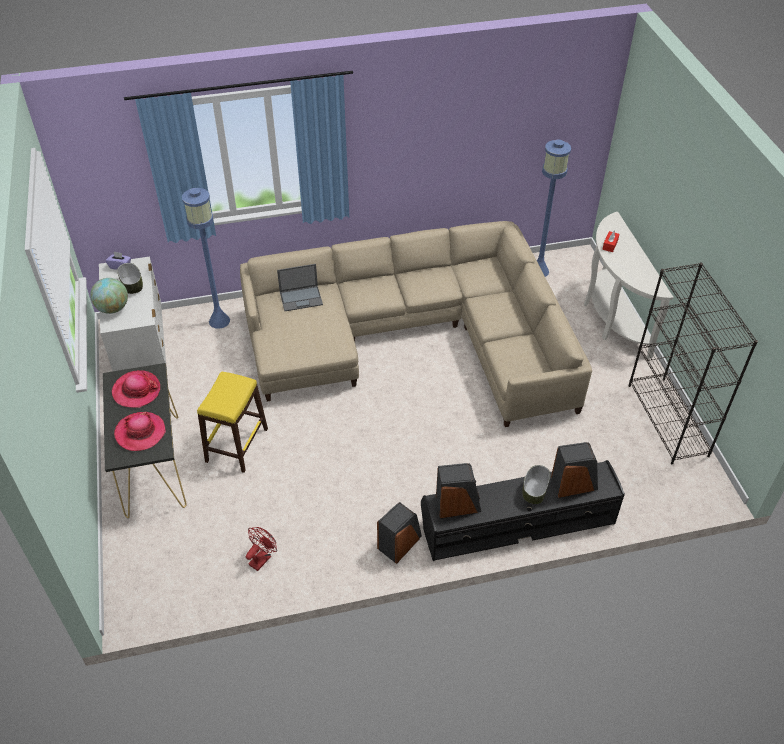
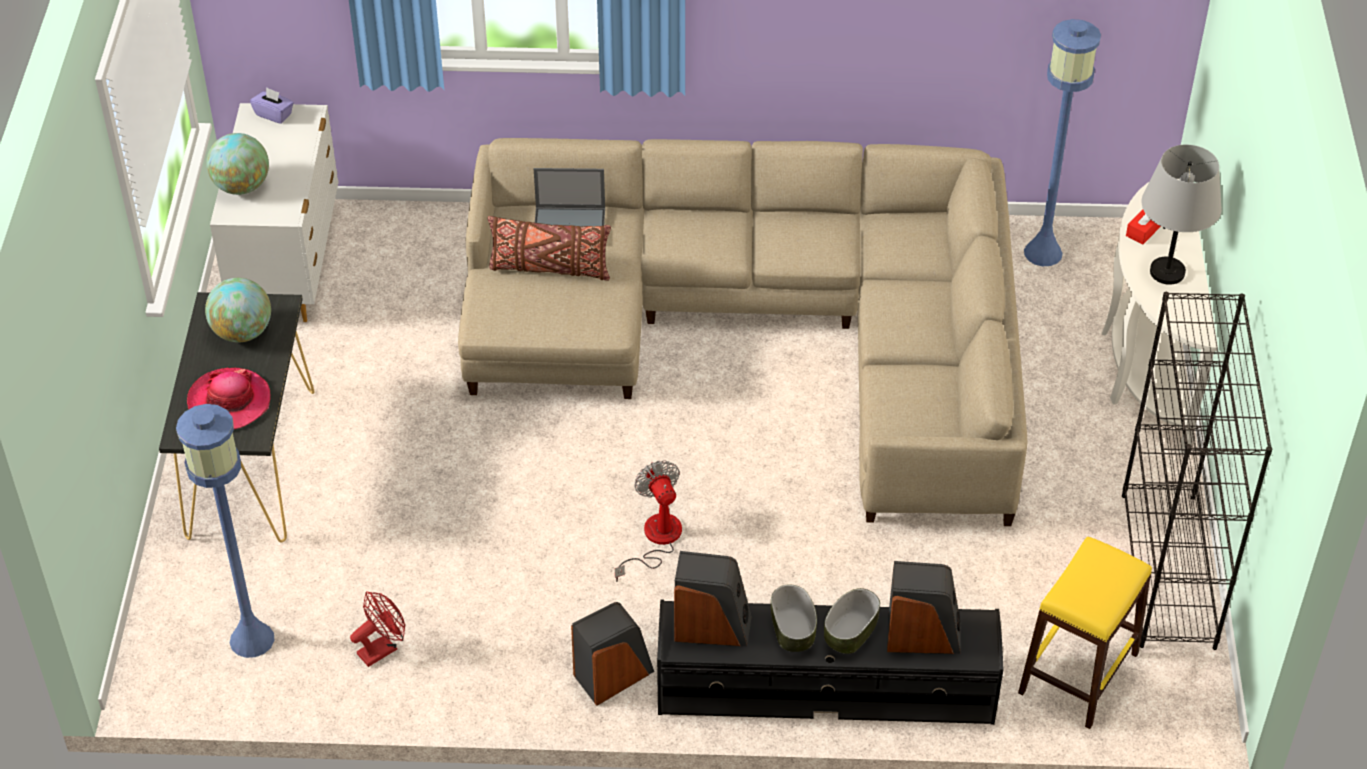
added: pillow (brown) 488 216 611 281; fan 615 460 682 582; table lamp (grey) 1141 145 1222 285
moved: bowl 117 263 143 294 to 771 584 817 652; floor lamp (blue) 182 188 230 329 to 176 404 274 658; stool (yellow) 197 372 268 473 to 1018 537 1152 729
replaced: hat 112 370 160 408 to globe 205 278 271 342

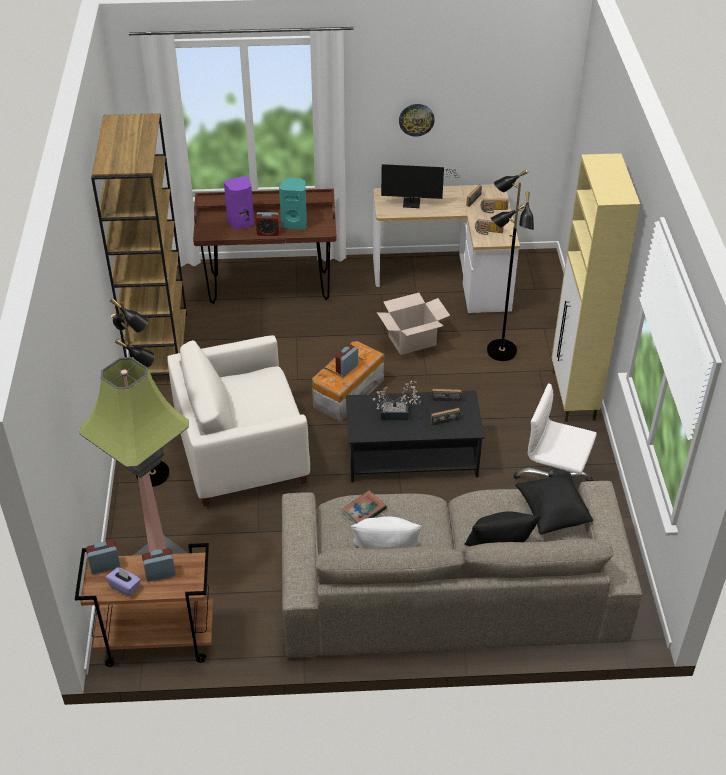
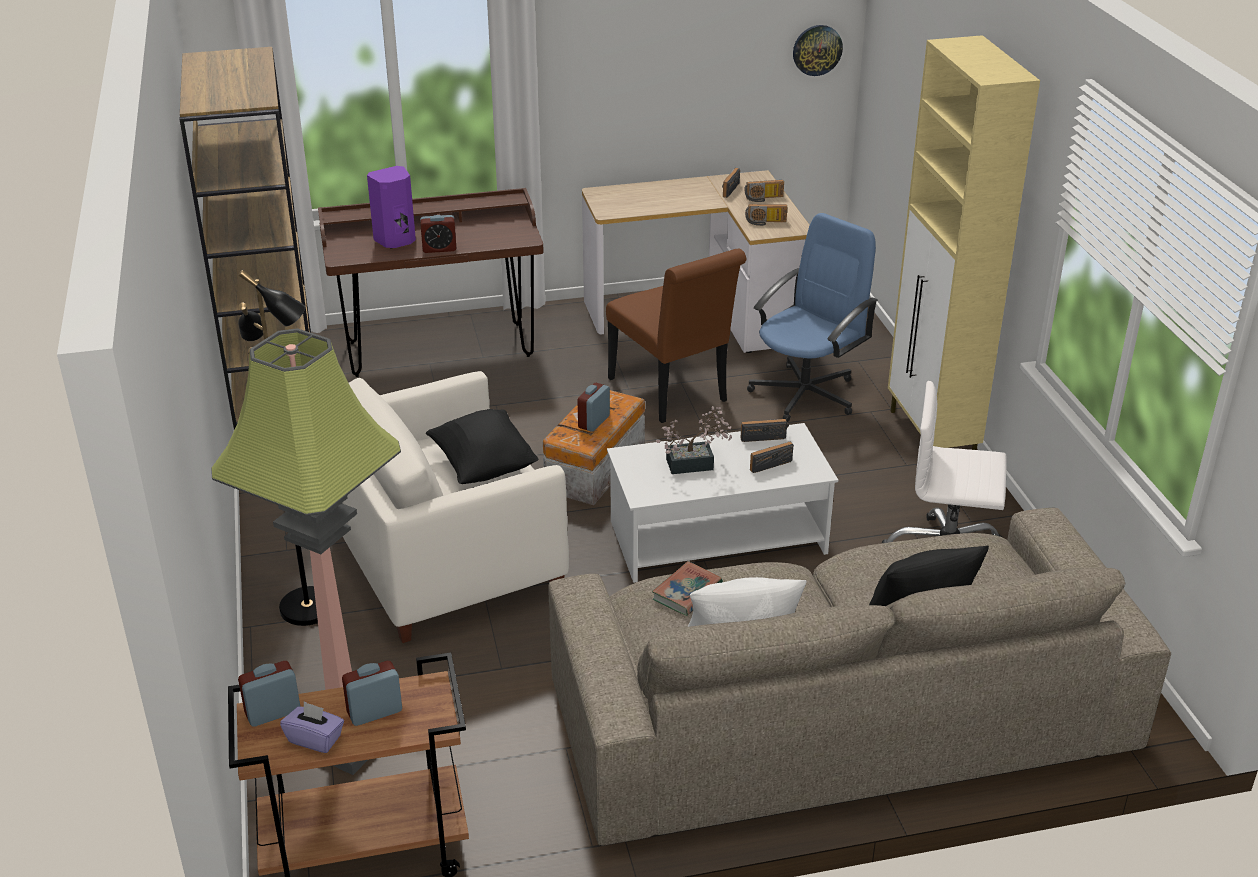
removed: speaker (turquoise) 279 178 307 230; monitor 381 164 455 208
moved: wall clock 399 104 435 137 to 793 25 843 76; pillow (black) 515 472 593 534 to 426 409 539 484
replaced: cardboard box 377 293 450 355 to chair (brown) 606 249 746 423; floor lamp (black) 487 169 534 361 to office chair (blue) 747 213 878 422
recoloured: coffee table (black) 346 390 485 482 to coffee table (white) 607 423 838 583

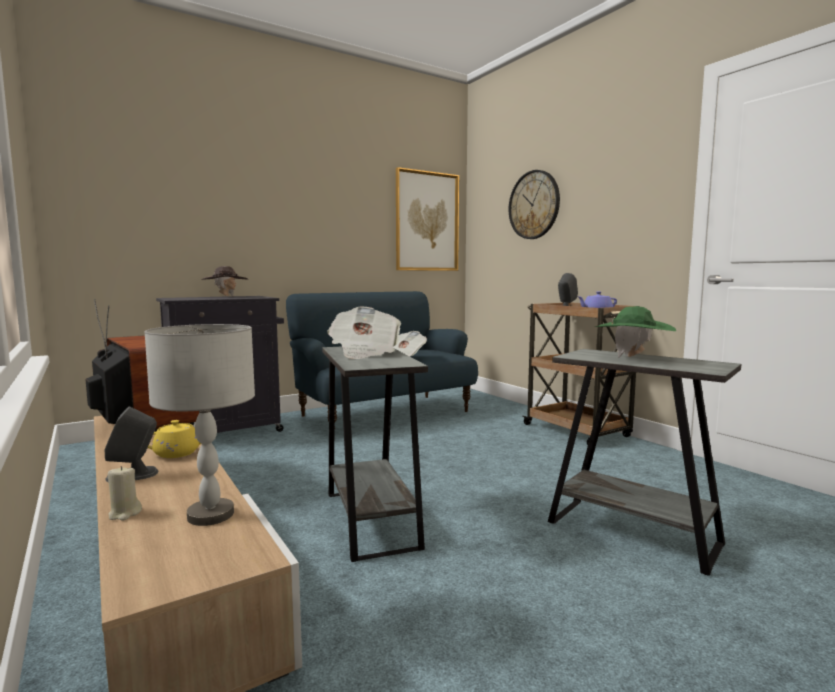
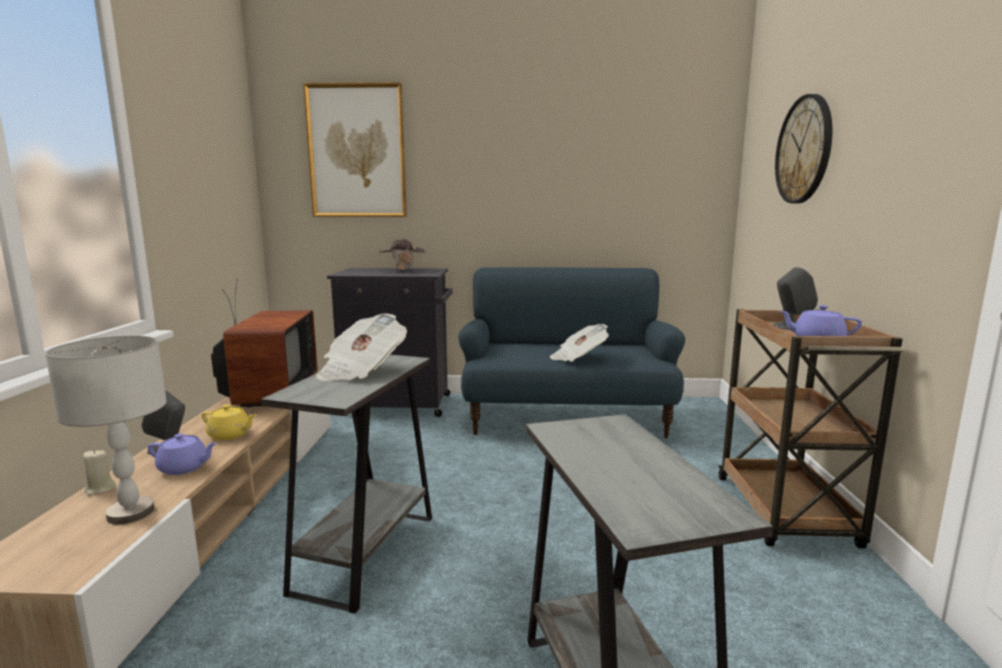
removed: hat (green) 595 306 676 358
added: teapot (purple) 148 433 217 475
moved: picture 396 167 459 271 to 303 82 407 217

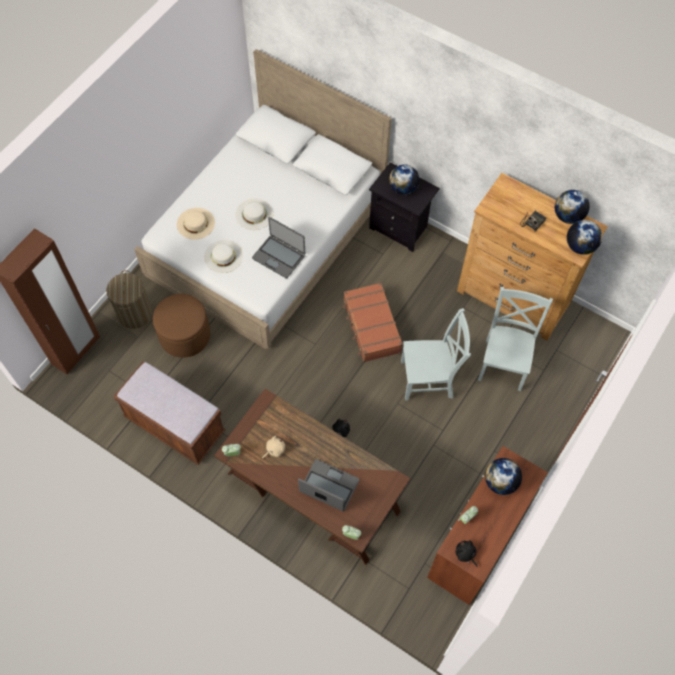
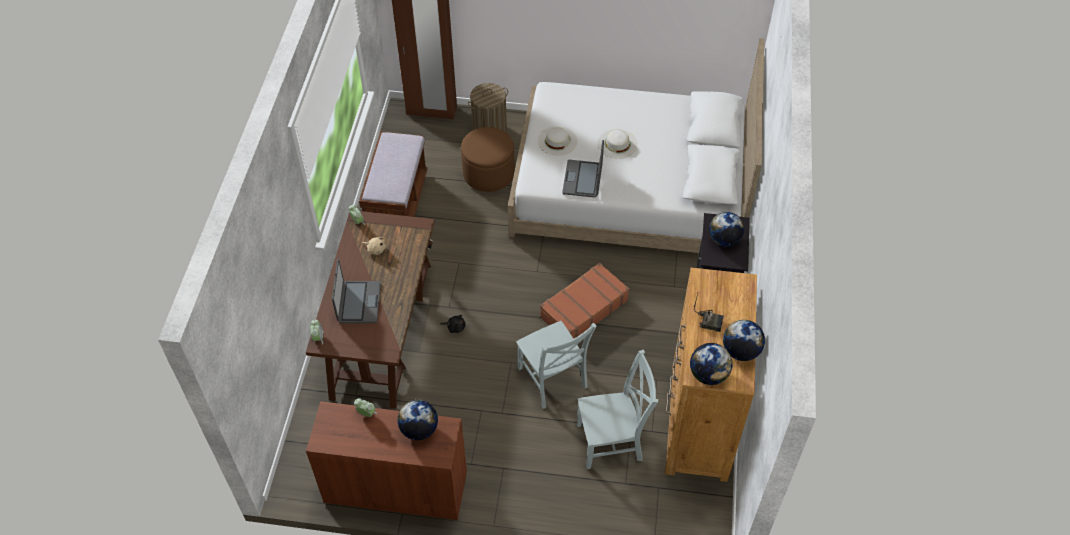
removed: hat (beige) 177 208 215 240; plush toy (black) 455 540 478 567

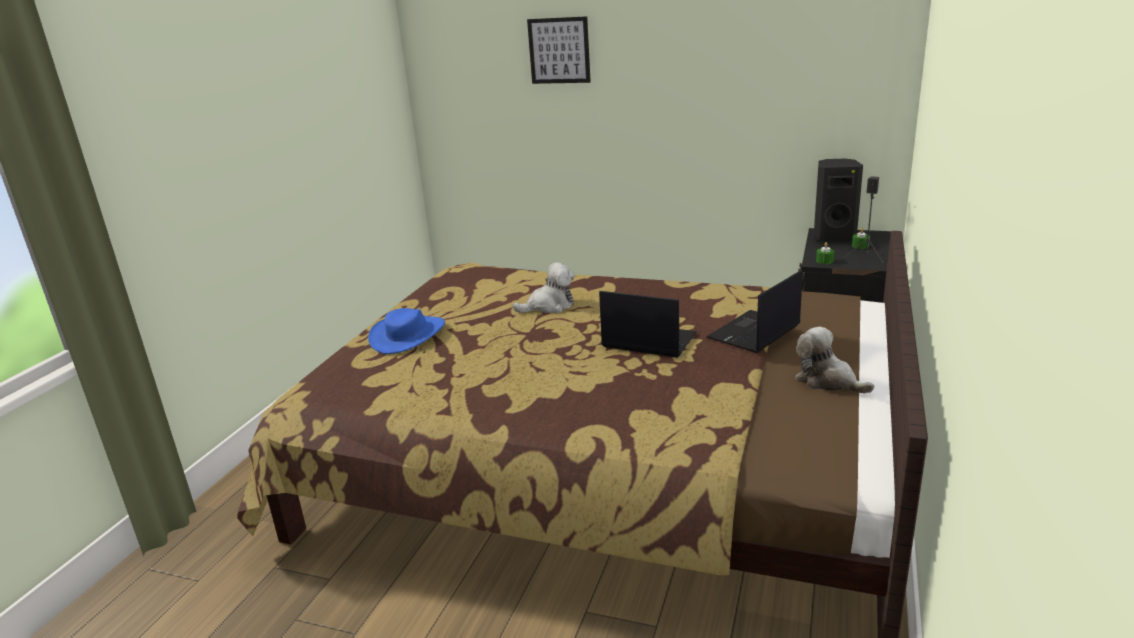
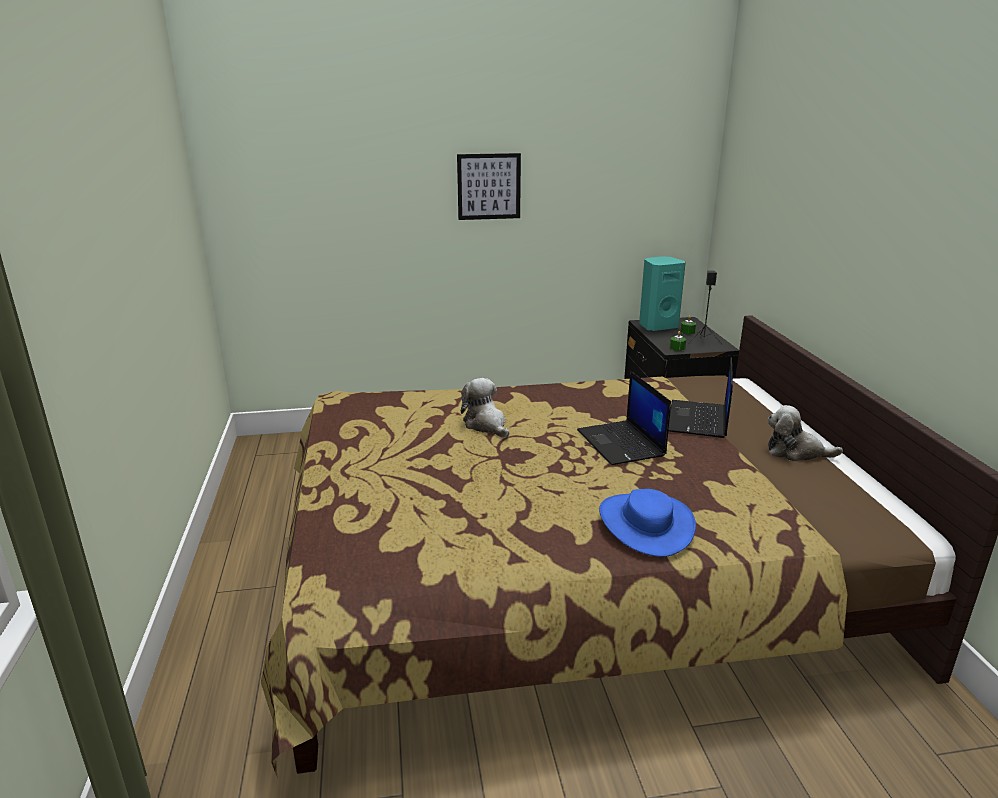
moved: hat (blue) 368 308 445 354 to 599 489 696 557; picture 527 16 591 84 to 457 153 521 220
recoloured: speaker (black) 814 159 863 241 to speaker (turquoise) 639 256 686 331
turned: plush toy 512 262 575 313 = 461 378 509 438 75 degrees counterclockwise; laptop 599 291 697 358 = 577 371 671 465 105 degrees counterclockwise

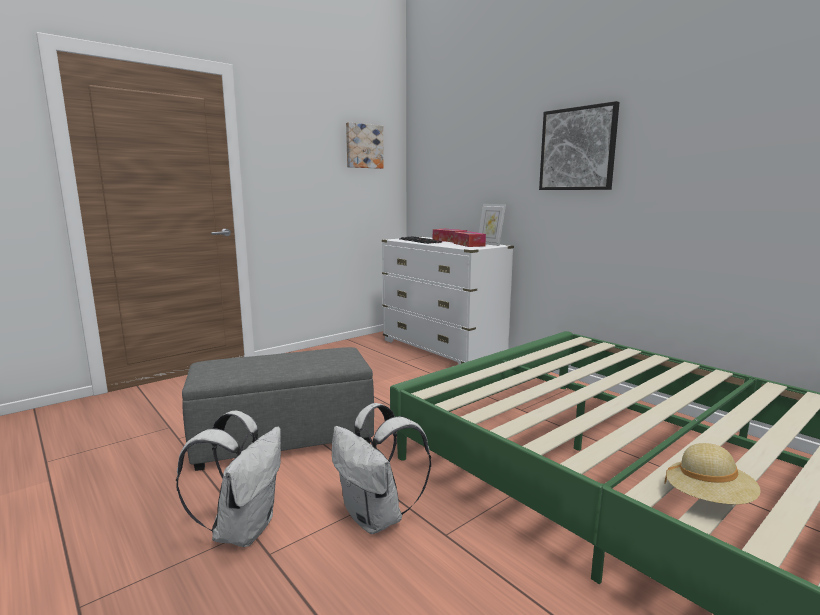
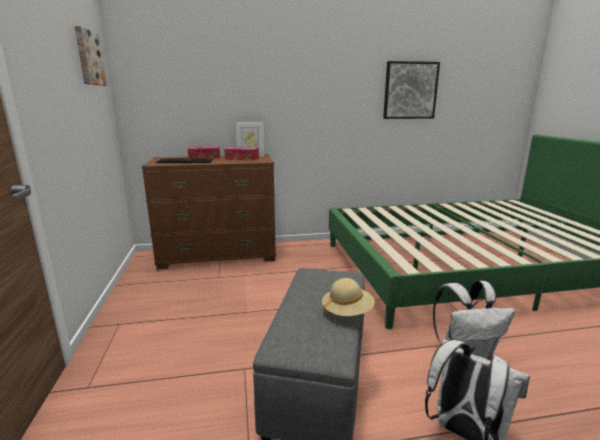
moved: picture 539 101 620 190 to 383 61 440 119; hat (beige) 664 443 761 505 to 322 278 375 317
recoloured: dresser (white) 382 237 514 364 to dresser (brown) 142 155 276 270

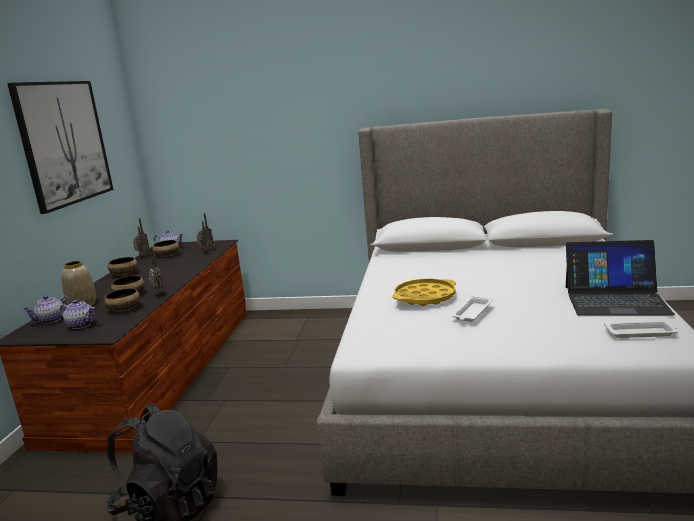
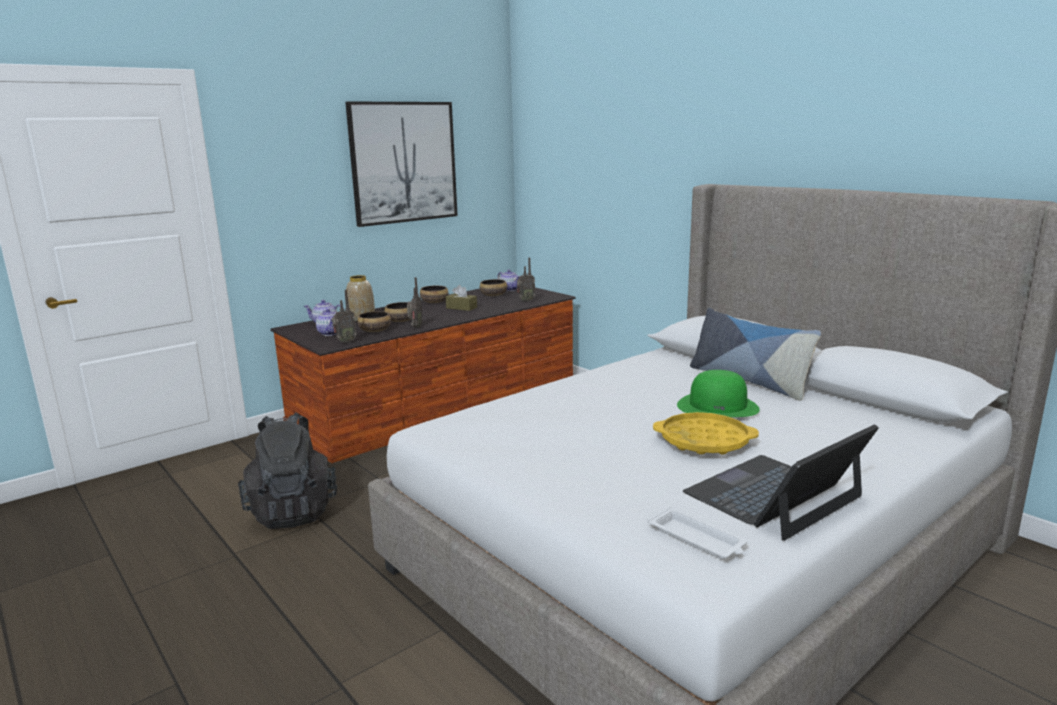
removed: tray (white) 452 296 493 322
added: tissue box (brown) 446 285 477 311; hat (green) 677 370 760 417; pillow 690 308 821 401
moved: radio 133 218 150 257 to 332 290 357 343; tray (yellow) 392 279 456 306 to 653 412 759 454
turned: laptop 566 240 675 316 = 683 424 879 541 90 degrees clockwise

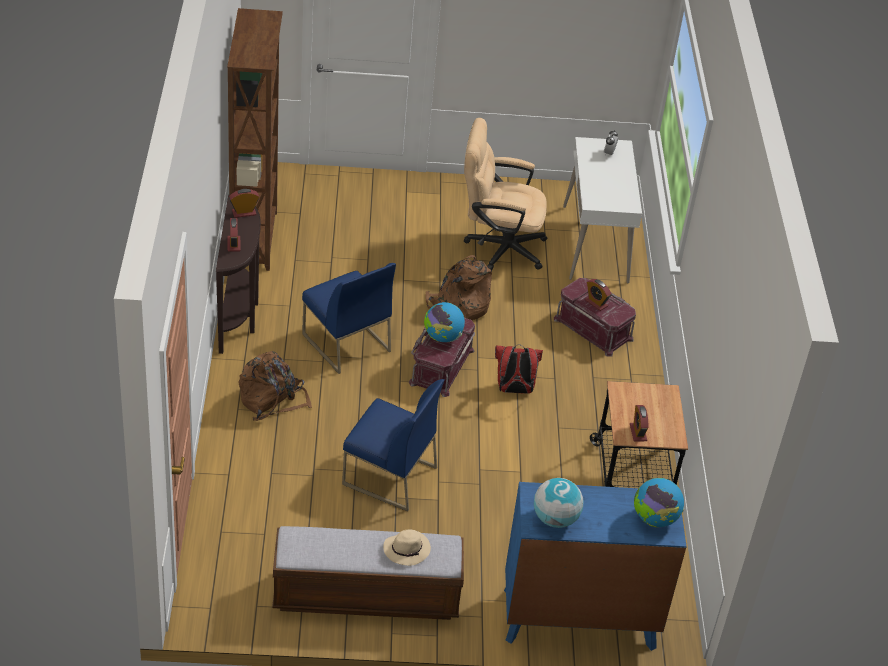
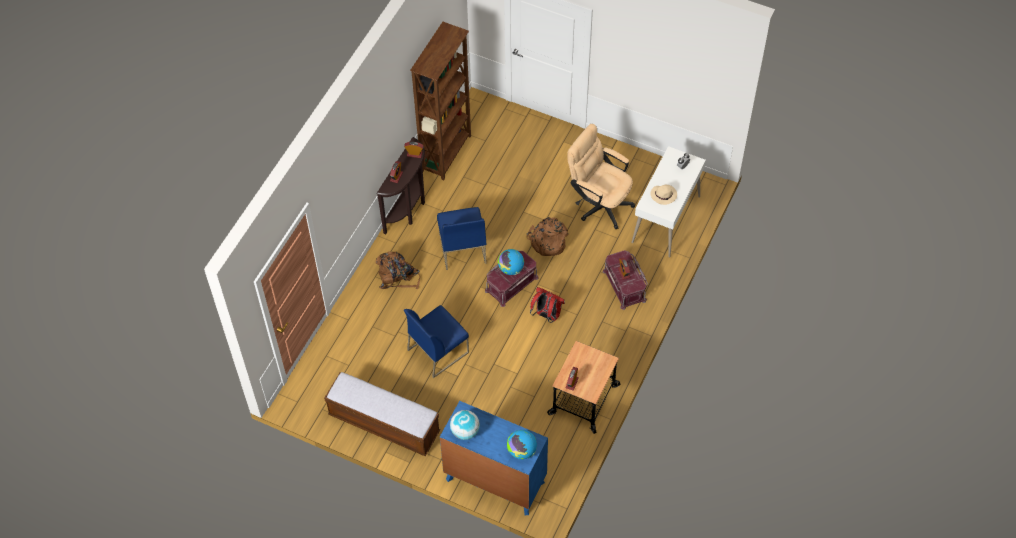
moved: hat (beige) 383 529 431 566 to 650 185 677 205
turned: chair (blue) 342 379 444 511 = 404 305 469 378 90 degrees clockwise

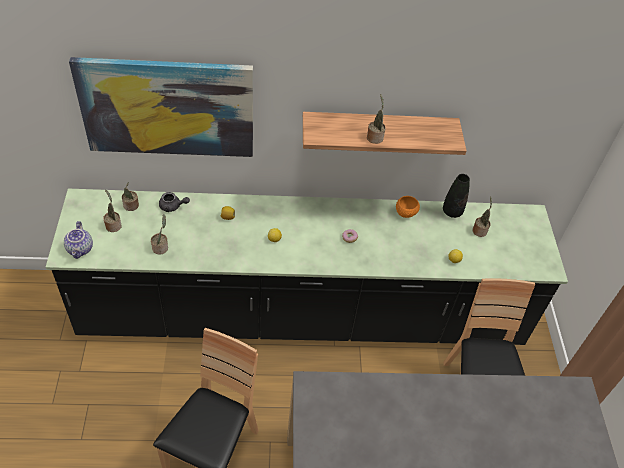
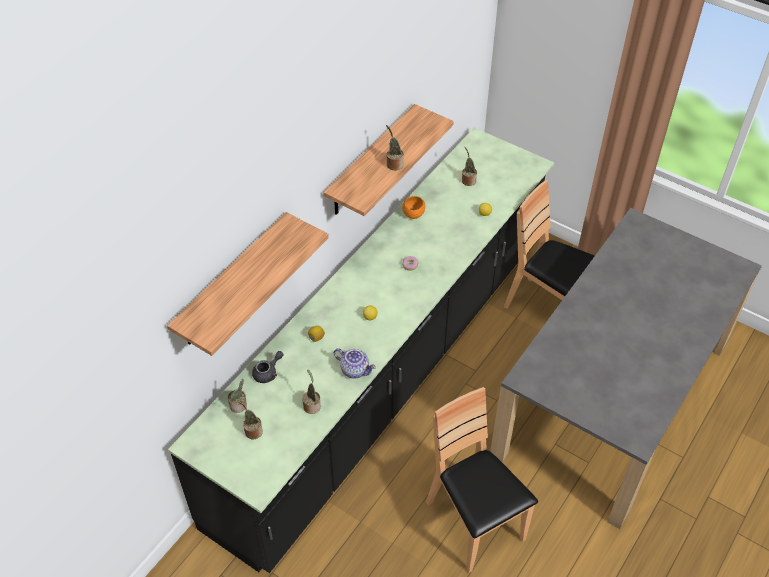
removed: vase (black) 443 174 470 218
moved: teapot 64 221 93 259 to 334 348 376 378
replaced: picture 69 57 253 157 to shelf 167 212 329 356

